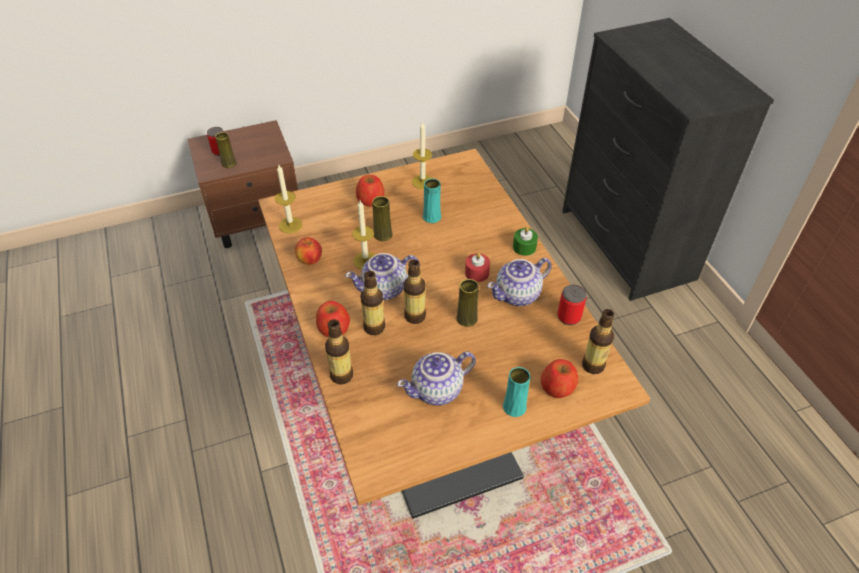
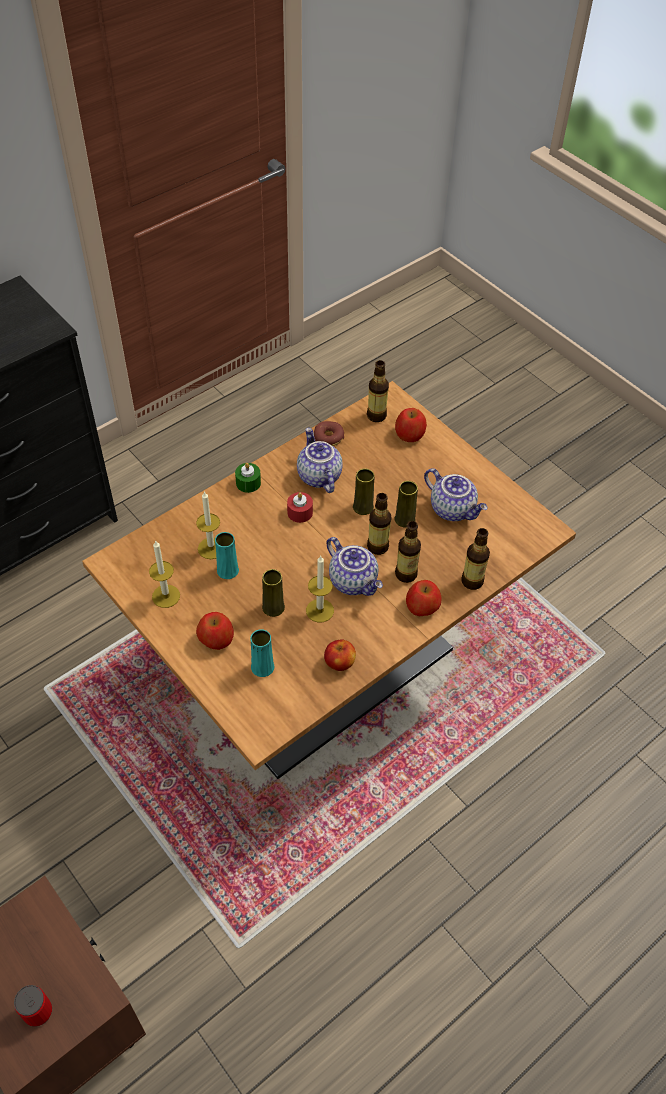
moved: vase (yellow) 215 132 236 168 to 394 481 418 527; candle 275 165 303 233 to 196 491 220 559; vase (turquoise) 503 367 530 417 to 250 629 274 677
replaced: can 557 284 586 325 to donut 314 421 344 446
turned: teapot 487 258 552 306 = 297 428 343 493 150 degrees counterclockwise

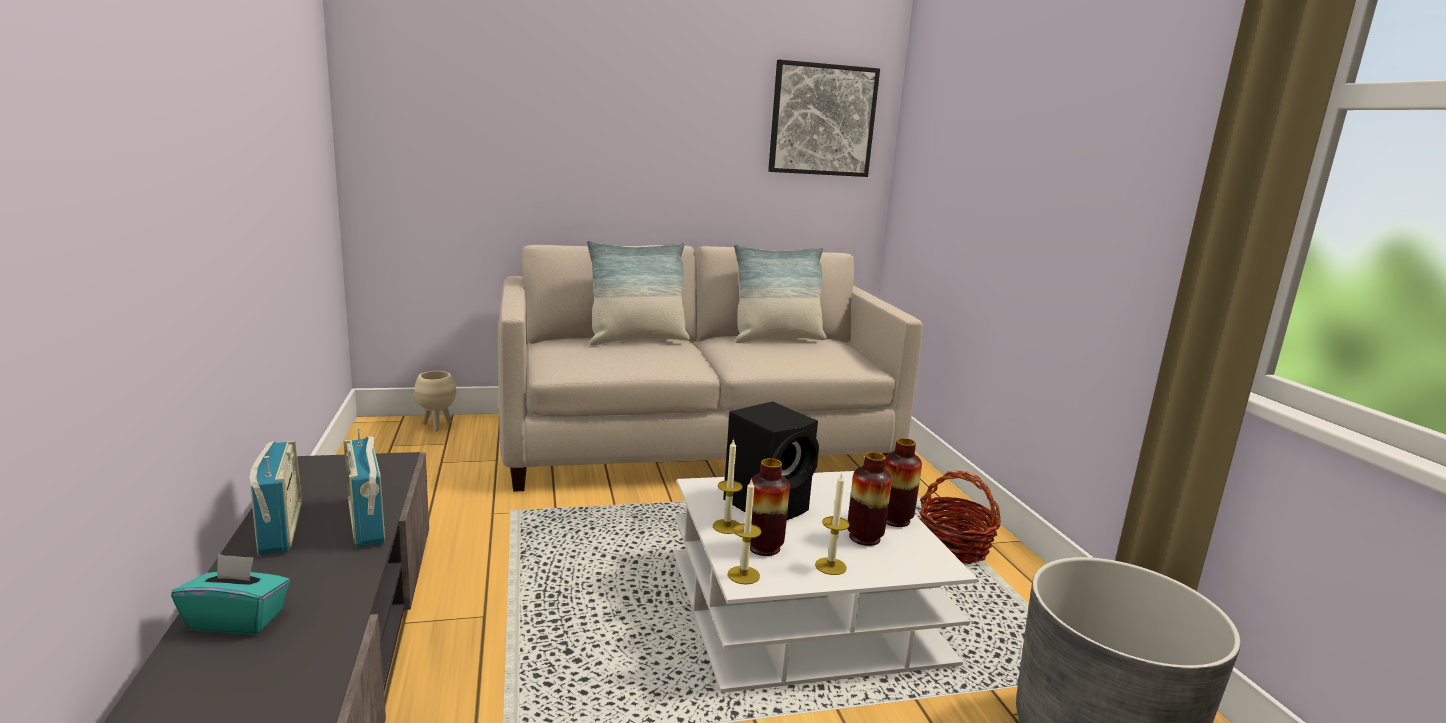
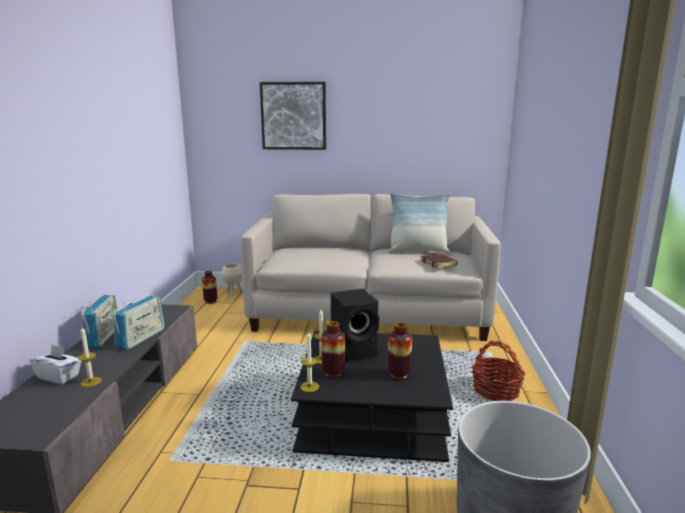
removed: pillow 587 240 690 345
added: book (brown) 421 253 458 268
moved: picture 768 60 880 177 to 260 82 326 150; candle 815 472 850 575 to 78 327 102 387; vase 884 438 922 527 to 202 270 217 304
recoloured: tissue box (turquoise) 171 554 290 635 to tissue box (white) 29 345 82 384; coffee table (white) 673 471 978 693 to coffee table (black) 291 331 453 462
turned: radio 344 427 385 548 = 113 295 165 350 150 degrees counterclockwise

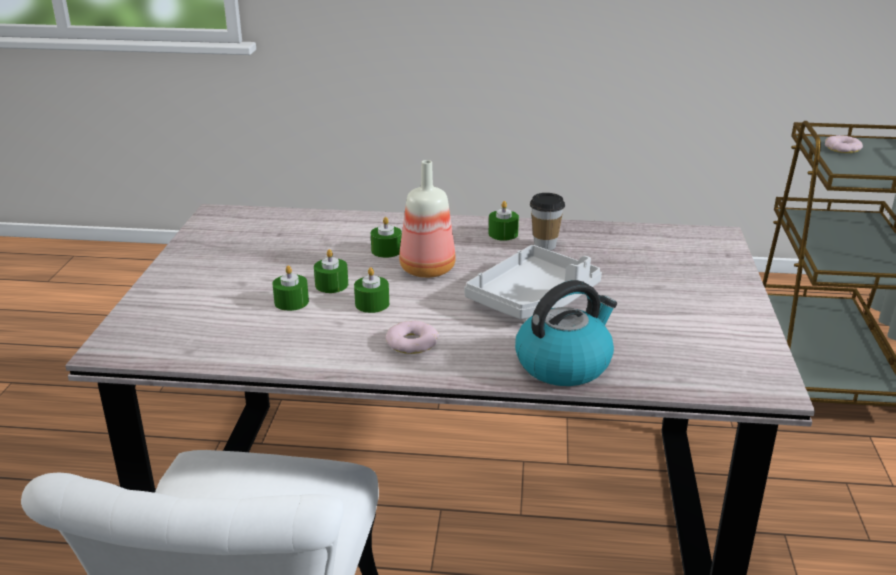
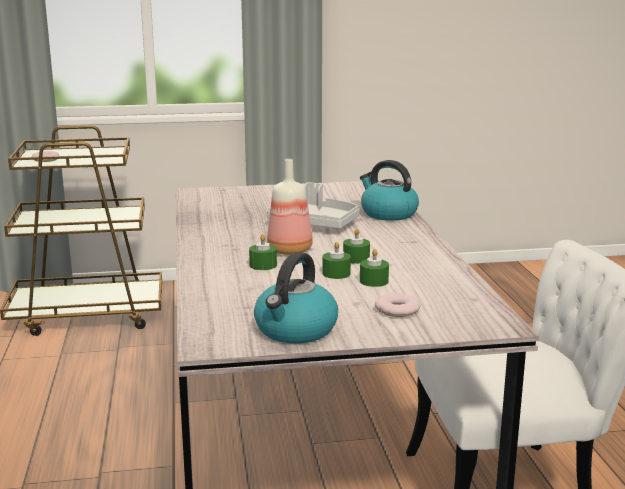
removed: candle (green) 489 201 519 241; cup 530 193 565 250
added: kettle 254 252 338 344
moved: donut 386 321 439 354 to 375 293 420 317

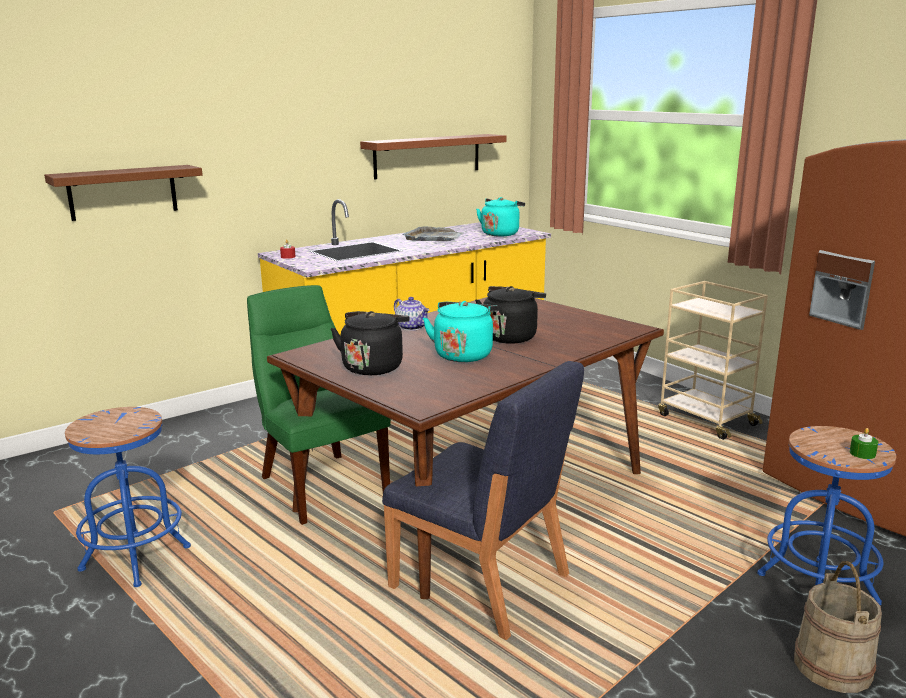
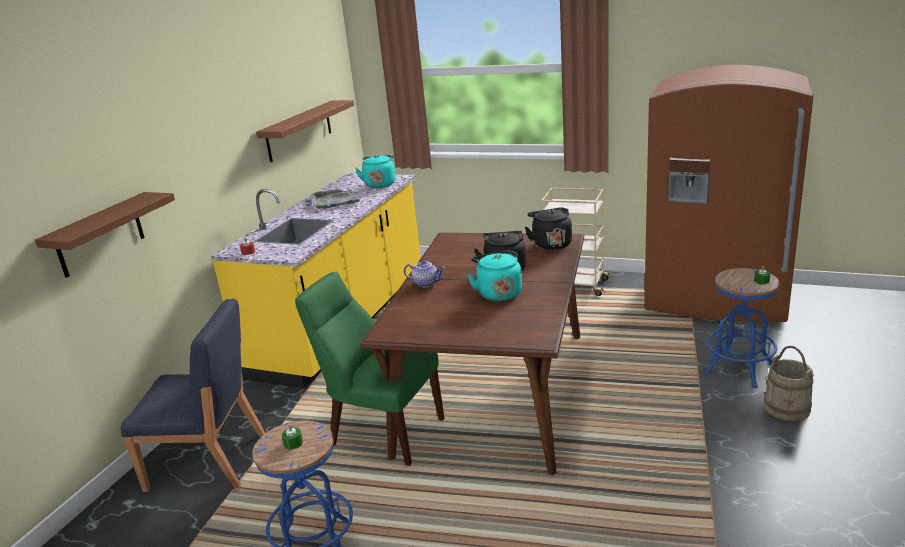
added: candle (green) 282 425 303 450
moved: kettle (black) 331 311 410 375 to 525 207 572 250; chair (blue) 382 361 584 640 to 121 299 265 492

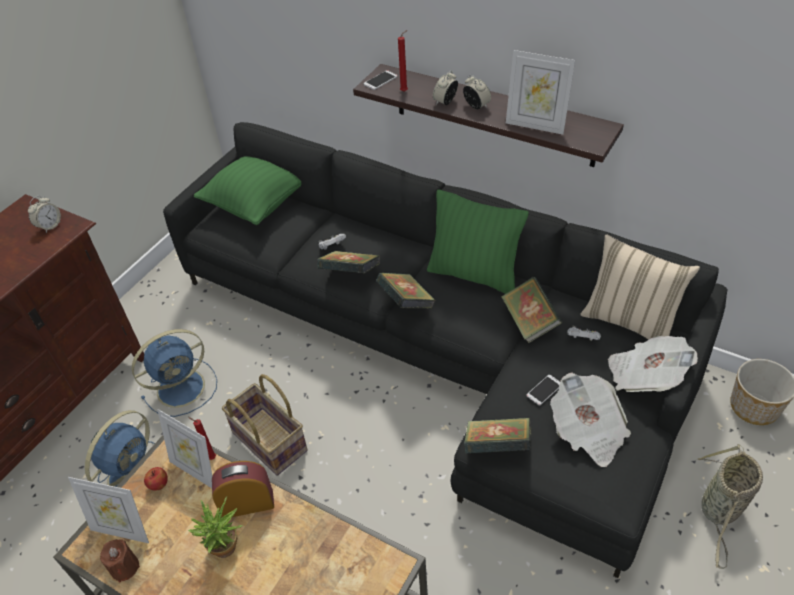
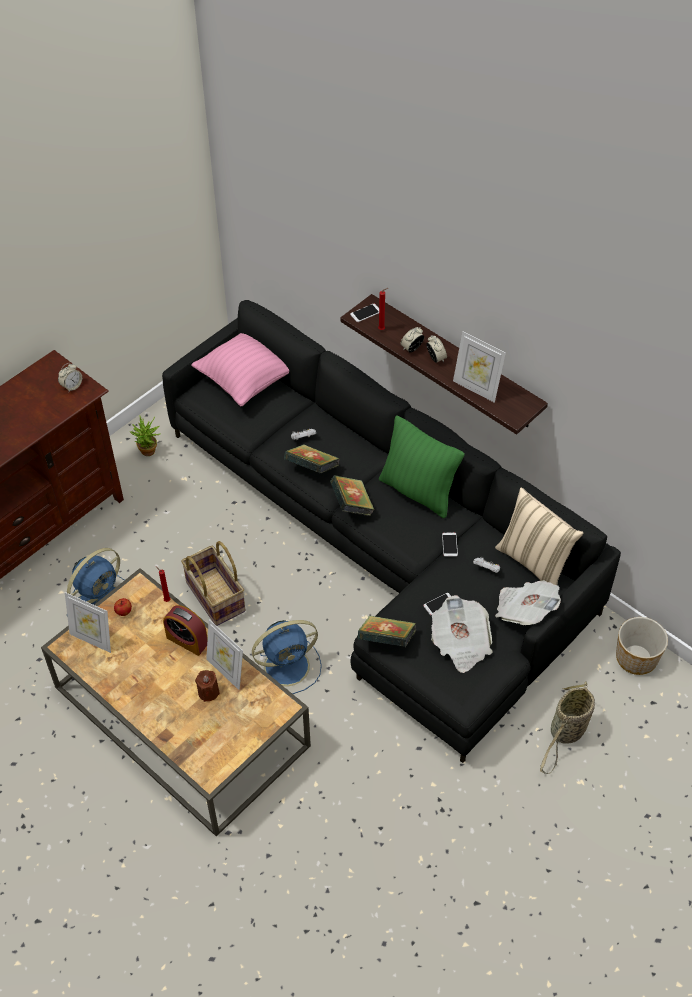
moved: candle (brown) 100 539 140 582 to 195 670 220 702; fan (blue) 132 329 217 417 to 252 620 322 694; picture frame 157 409 212 488 to 206 620 243 690; potted plant 188 496 243 558 to 130 416 160 456
replaced: book 501 277 563 343 to phone 442 533 458 557
recoloured: pillow (green) 194 156 301 225 to pillow (pink) 191 333 289 406
turned: alarm clock 212 461 274 518 = 163 605 208 656 150 degrees counterclockwise

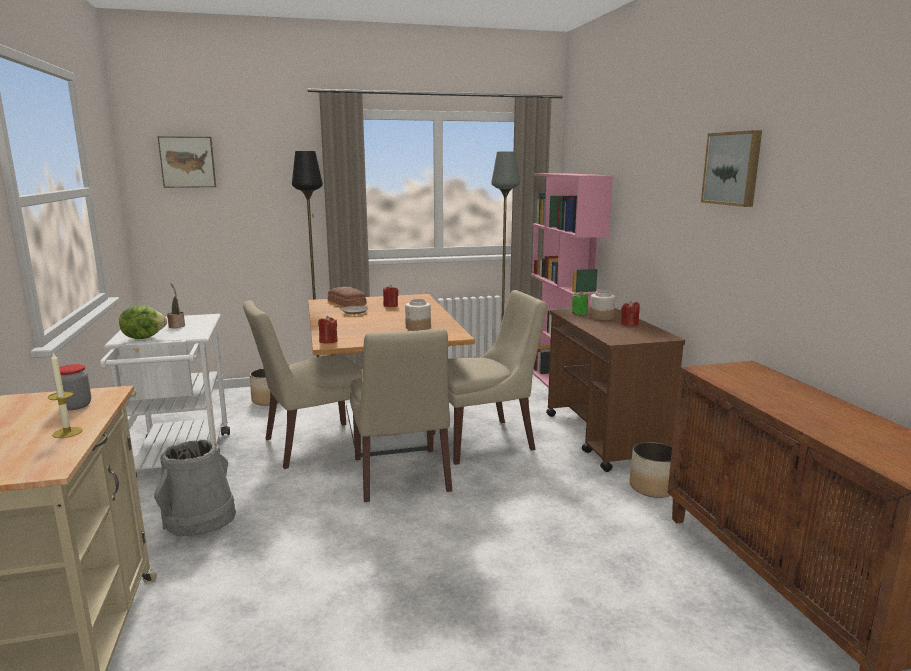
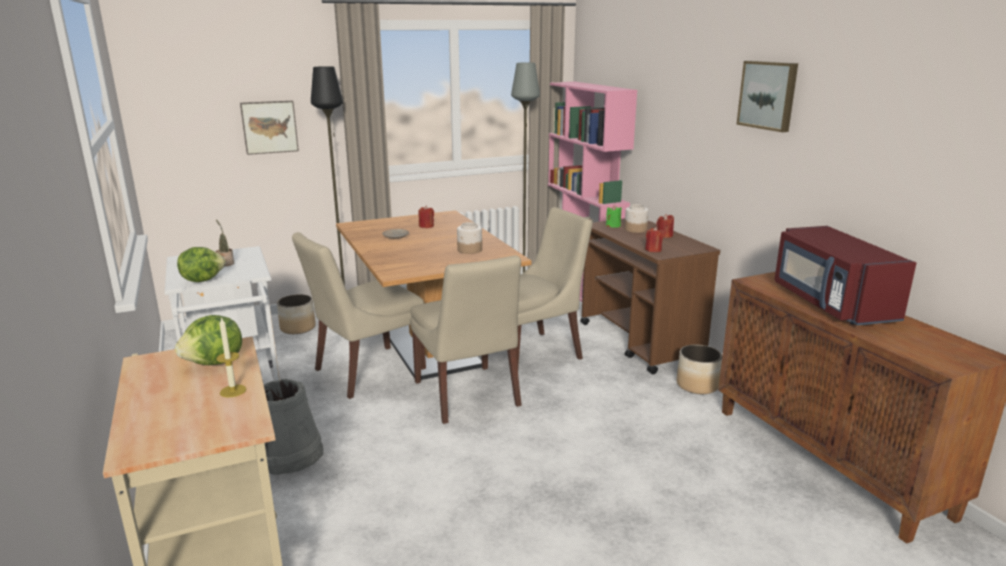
removed: bread 328 287 367 307
added: microwave (red) 775 226 916 325
moved: picture 158 136 216 188 to 240 101 299 155; candle (red) 318 316 337 344 to 645 227 664 252
replaced: jar 54 364 91 410 to lettuce 175 315 242 365

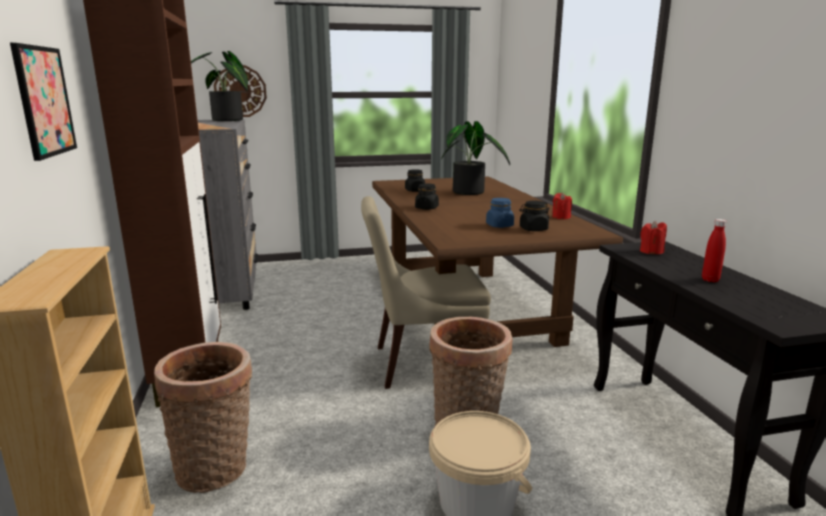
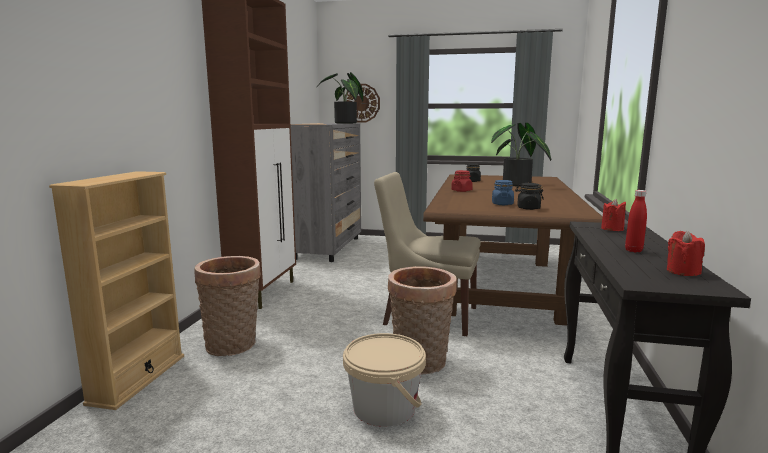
removed: picture 10 43 77 161
moved: candle (red) 553 193 572 220 to 667 231 705 276
recoloured: jar (black) 415 184 439 210 to jar (red) 451 170 473 192

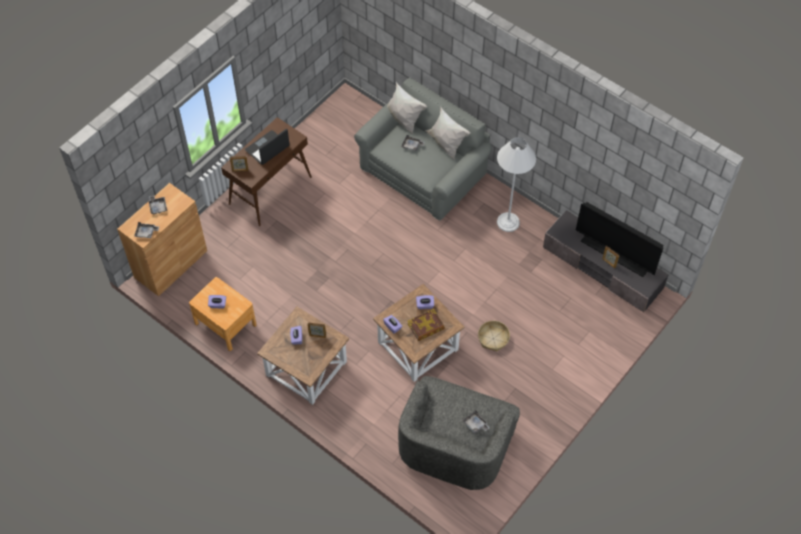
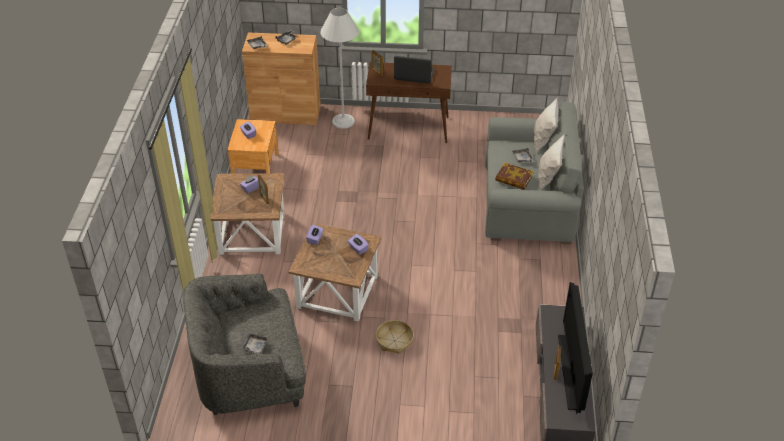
moved: book 408 309 445 341 to 495 163 534 189; floor lamp (white) 497 137 536 232 to 320 7 359 129

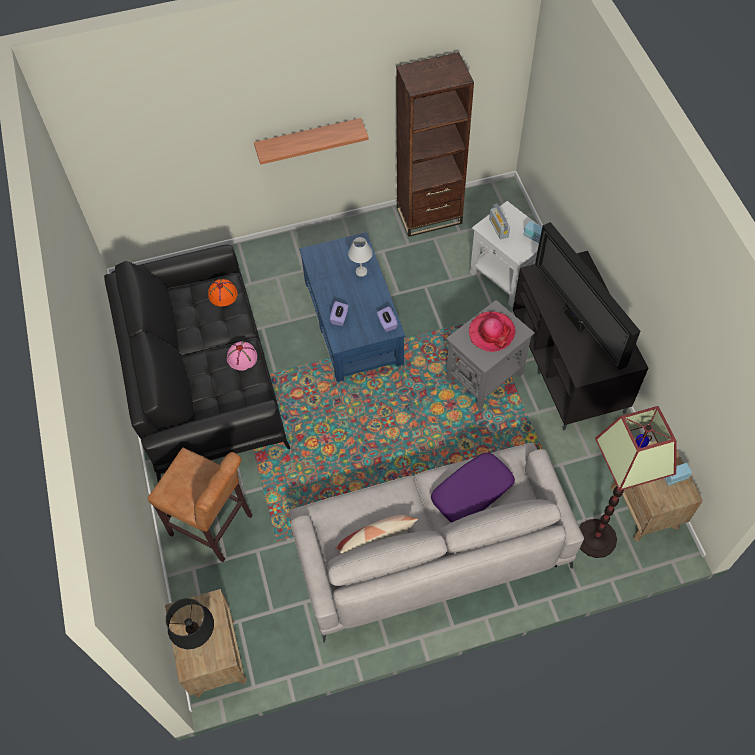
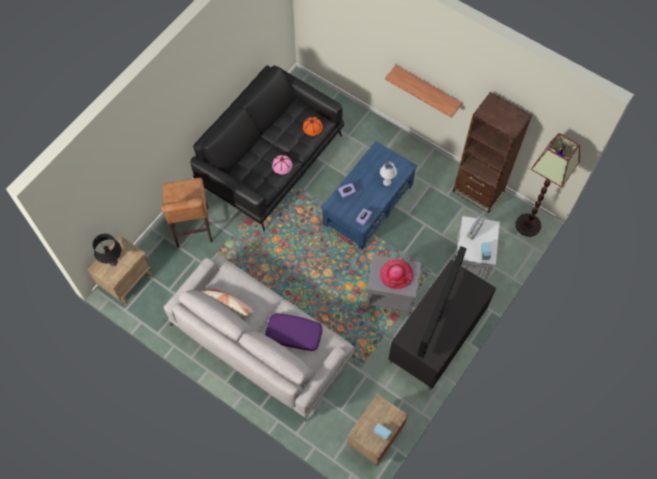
moved: floor lamp 579 406 676 558 to 516 133 580 237

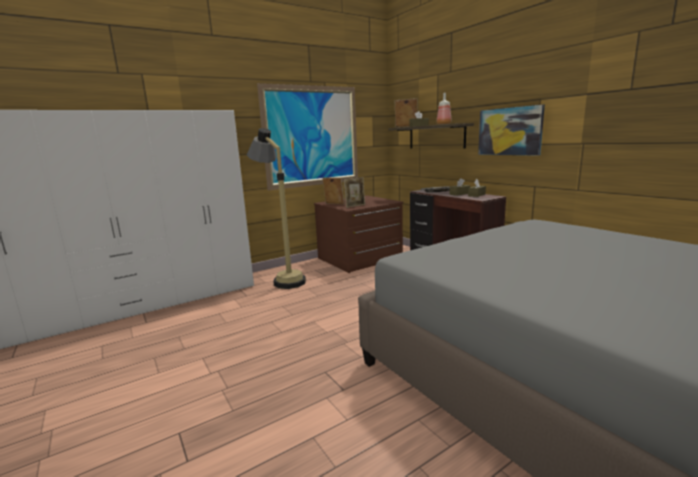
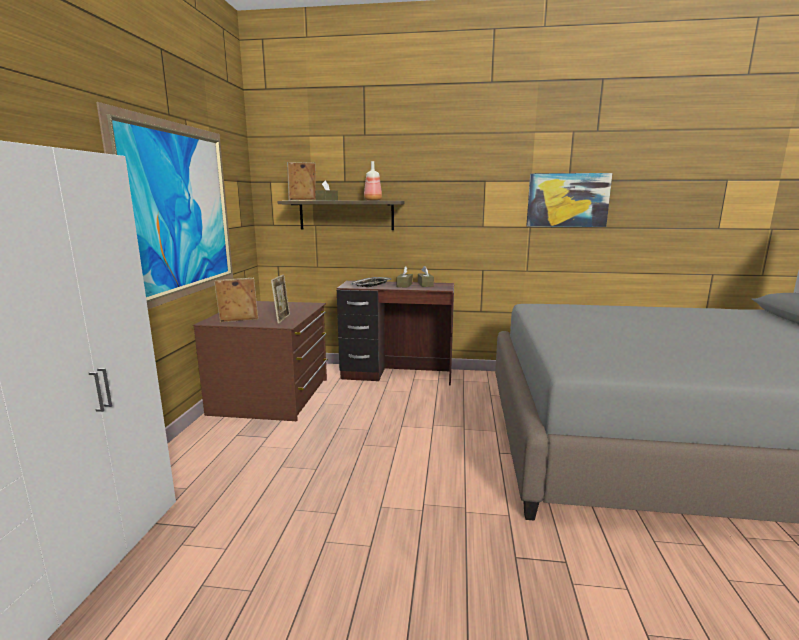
removed: floor lamp 247 128 306 289
moved: picture 478 104 545 156 to 526 173 612 227

